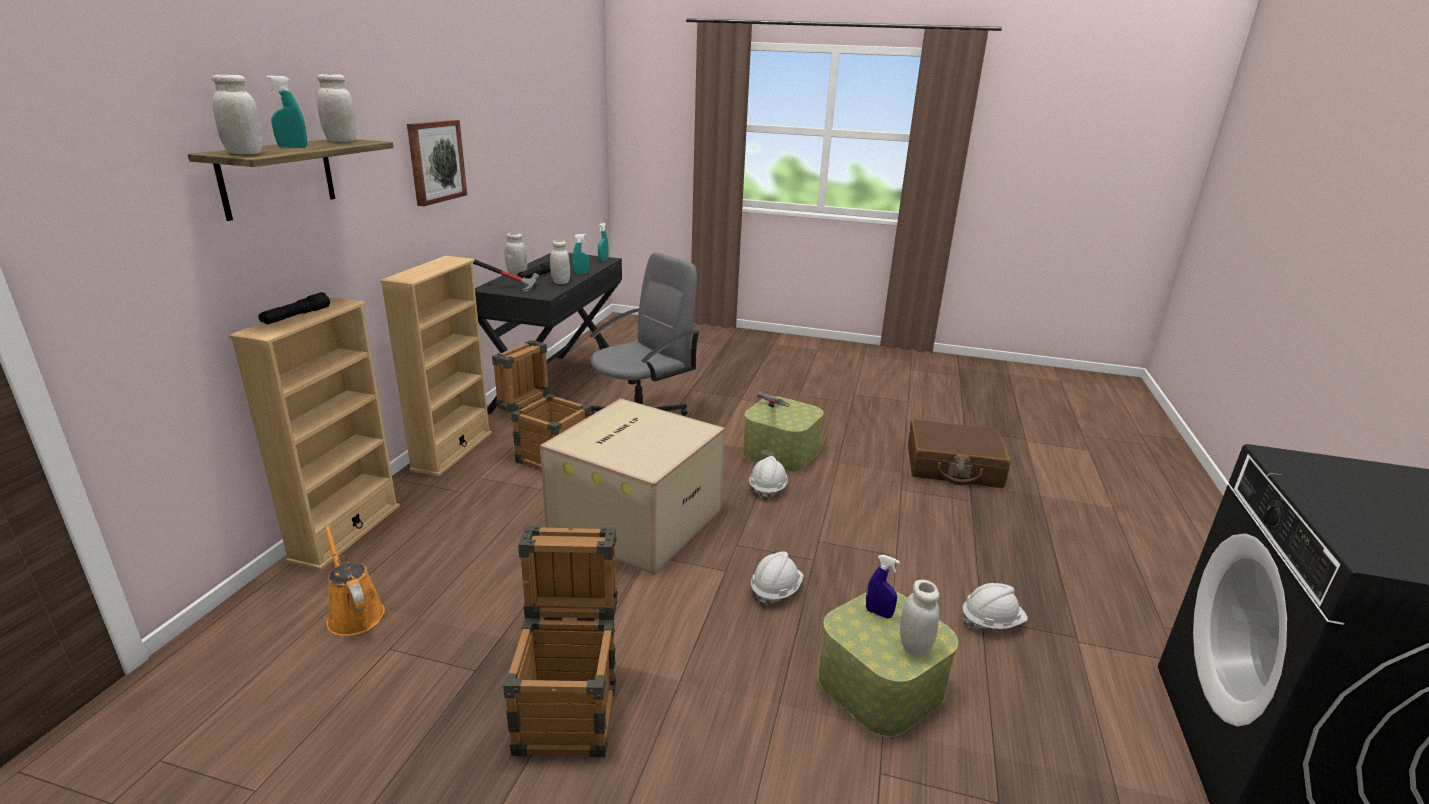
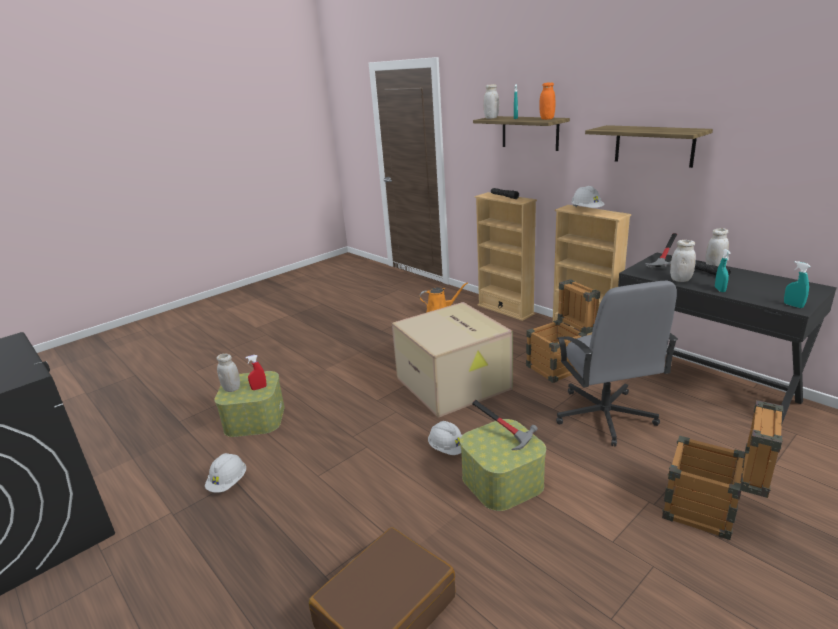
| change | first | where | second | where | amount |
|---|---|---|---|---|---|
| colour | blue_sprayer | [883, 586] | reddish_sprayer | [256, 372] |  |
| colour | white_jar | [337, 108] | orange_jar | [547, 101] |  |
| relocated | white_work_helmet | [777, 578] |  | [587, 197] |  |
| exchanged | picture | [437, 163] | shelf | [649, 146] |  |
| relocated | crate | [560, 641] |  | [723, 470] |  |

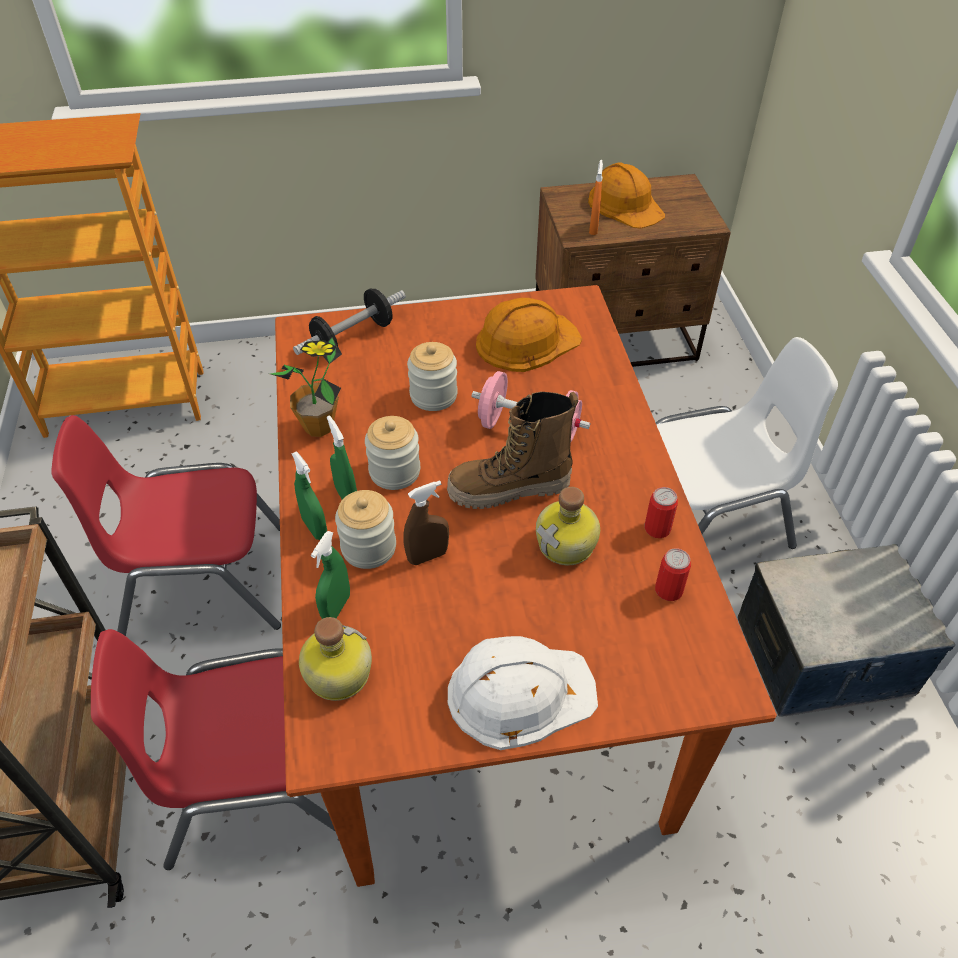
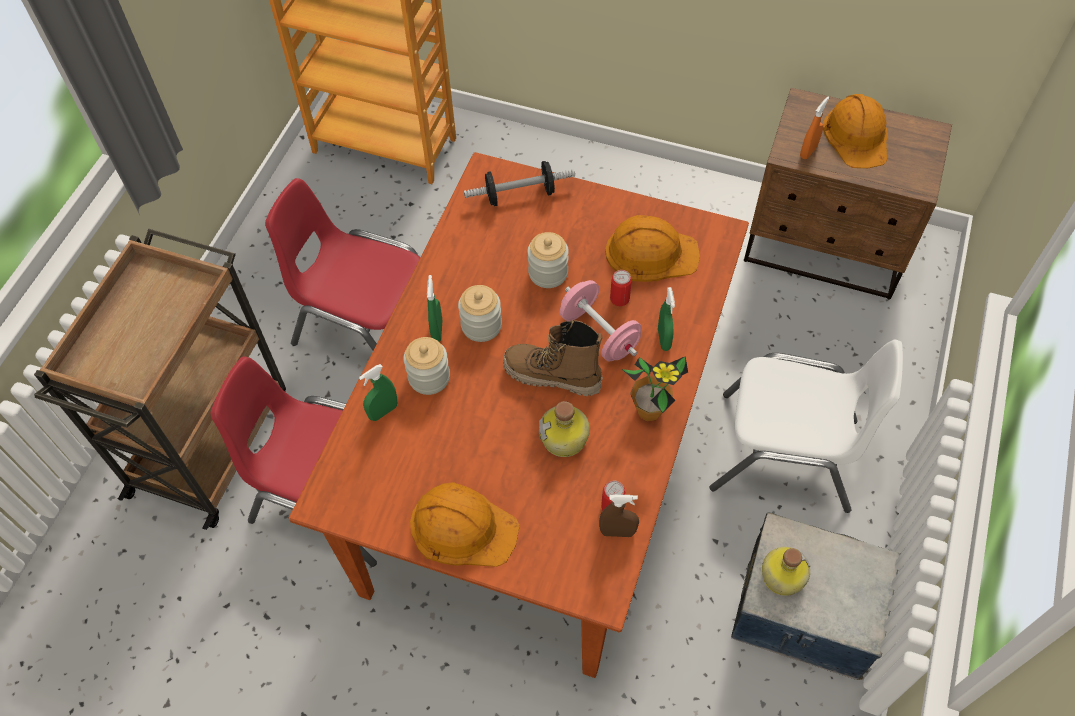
| change | first | where | second | where | amount |
|---|---|---|---|---|---|
| colour | white_work_helmet | [523, 693] | orange_work_helmet | [465, 524] |  |
| relocated | brown_sprayer | [426, 522] |  | [619, 516] |  |
| relocated | sealed_can | [661, 512] |  | [621, 288] |  |
| relocated | potted_plant | [306, 387] |  | [655, 388] |  |
| relocated | greenish_sprayer | [309, 495] |  | [666, 319] |  |
| relocated | beverage_bottle | [335, 659] |  | [786, 571] |  |

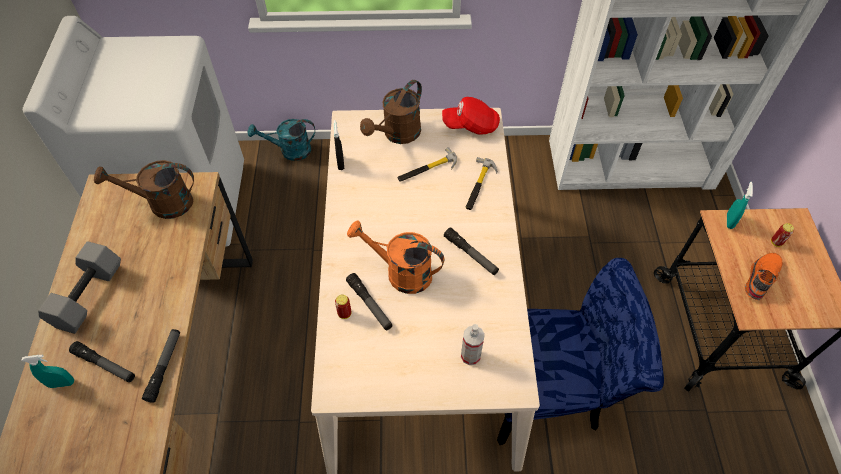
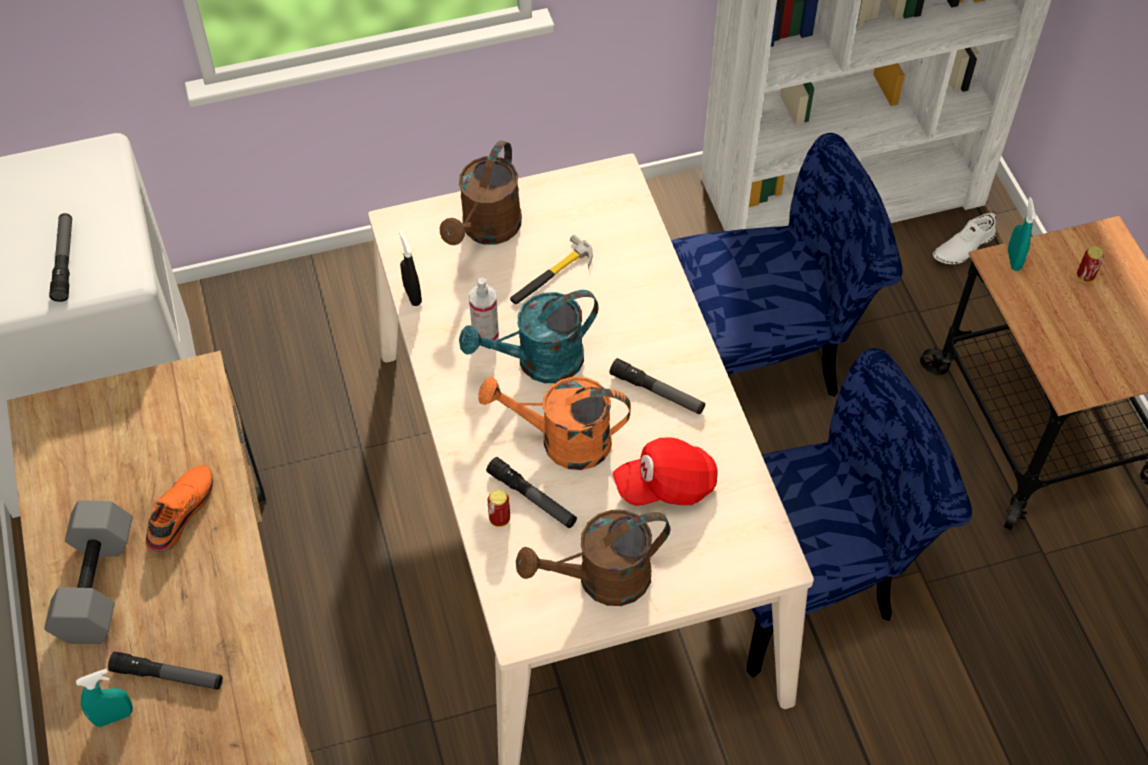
| change | first | where | second | where | amount |
|---|---|---|---|---|---|
| relocated | hand_torch | [161, 366] |  | [60, 257] |  |
| relocated | orange_shoe | [763, 276] |  | [179, 509] |  |
| relocated | blue-green_watering_can | [281, 140] |  | [529, 336] |  |
| relocated | sprayer | [473, 344] |  | [484, 309] |  |
| relocated | brown_watering_can | [144, 189] |  | [593, 558] |  |
| relocated | reddish_peaked_cap | [471, 116] |  | [665, 471] |  |
| appeared |  |  | blue_upright_chair | [786, 265] |  |
| appeared |  |  | white_shoe | [964, 237] |  |
| missing | hand_hammer | [481, 183] |  |  |  |

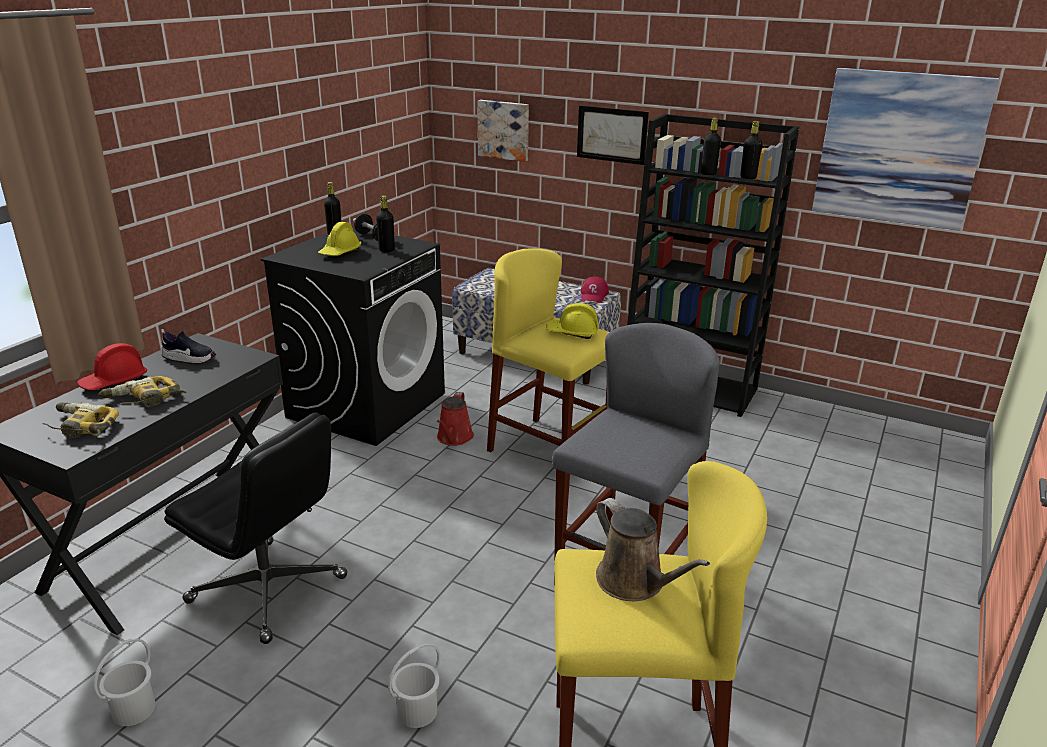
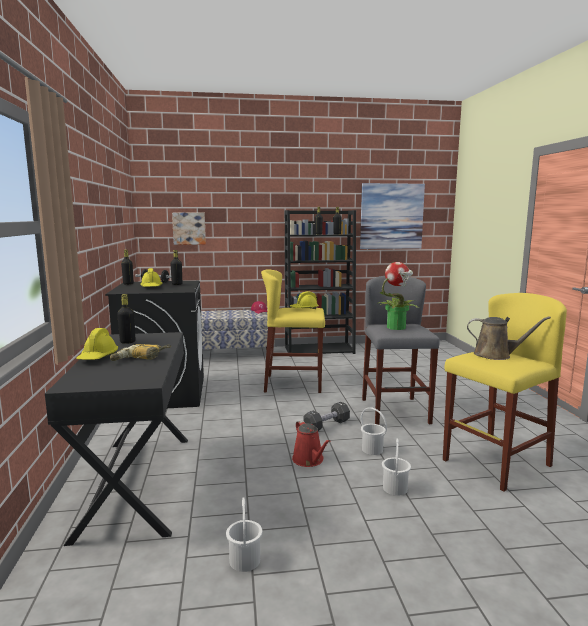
| change | first | where | second | where | amount |
|---|---|---|---|---|---|
| colour | reddish_work_helmet | [112, 366] | yellowish_work_helmet | [97, 344] |  |
| exchanged | shoe | [188, 346] | black_beverage_bottle | [126, 319] |  |
| relocated | reddish_watering_can | [455, 419] |  | [311, 443] |  |
| appeared |  |  | black_hand_weight | [326, 416] |  |
| appeared |  |  | white_water_bucket | [373, 431] |  |
| appeared |  |  | potted_plant | [398, 296] |  |
| missing | power_drill | [80, 420] |  |  |  |
| missing | black_office_chair | [255, 528] |  |  |  |
| missing | picture | [613, 135] |  |  |  |

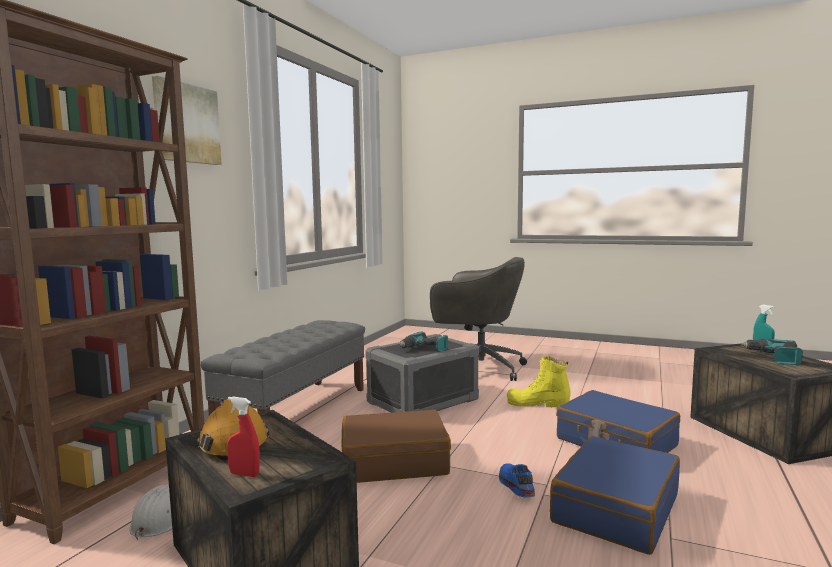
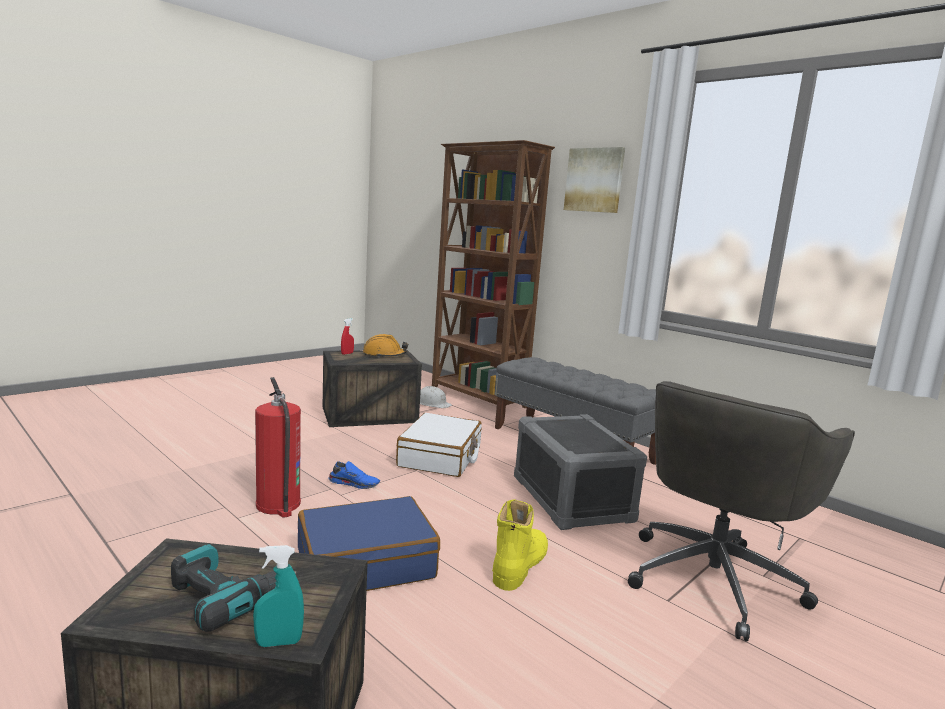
| change | first | where | second | where | amount |
|---|---|---|---|---|---|
| exchanged | blue_suitcase | [615, 495] | fire_extinguisher | [278, 447] |  |
| colour | brown_suitcase | [396, 446] | white_suitcase | [439, 445] |  |
| missing | power_drill | [424, 341] |  |  |  |

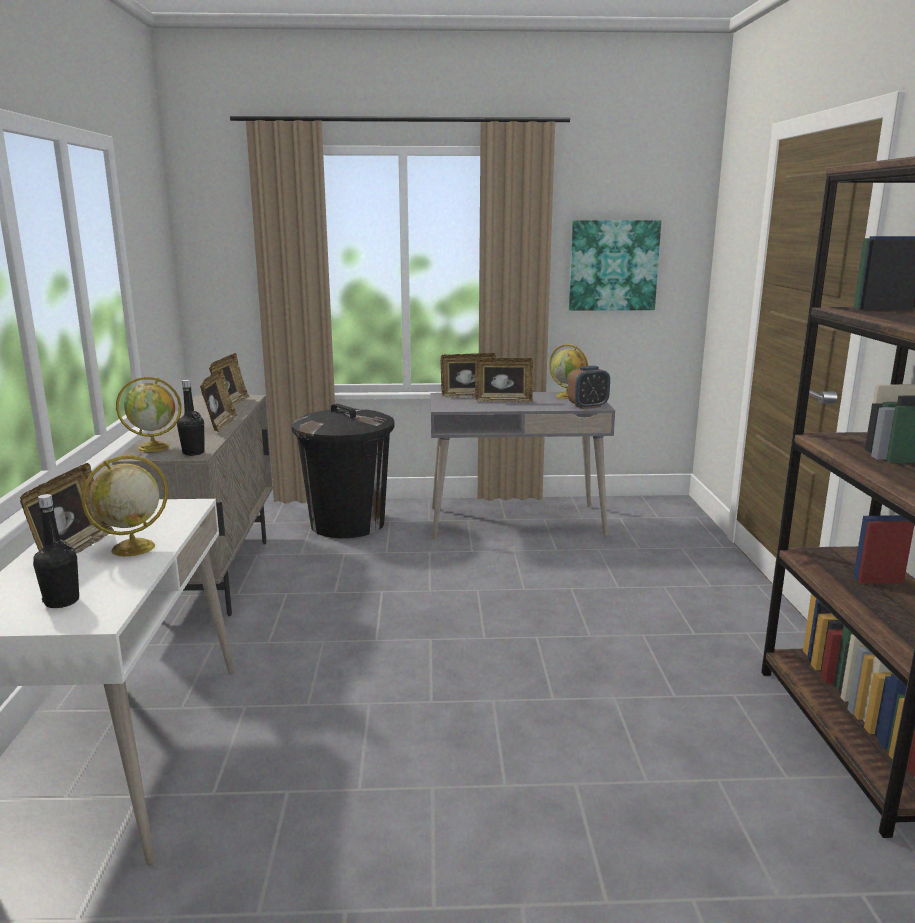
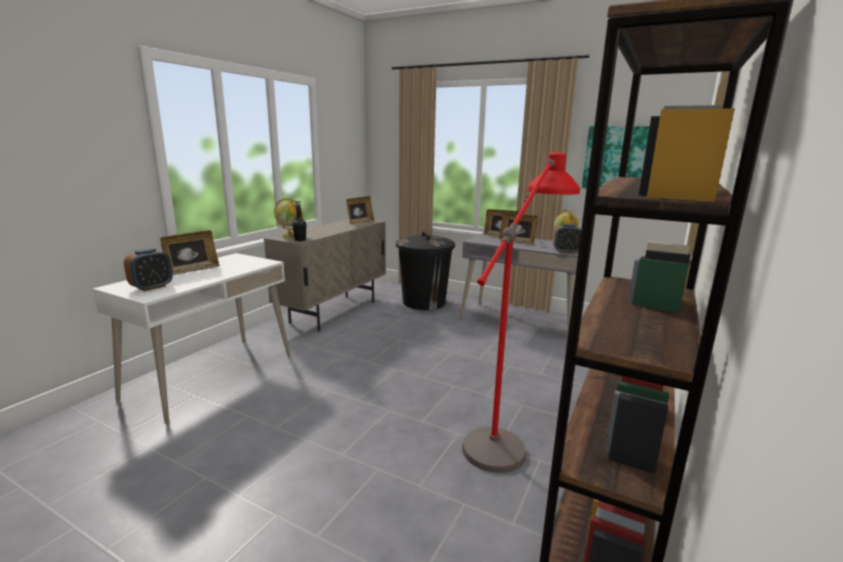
| change | first | where | second | where | amount |
|---|---|---|---|---|---|
| exchanged | black_beverage_bottle | [56, 551] | bedside_clock | [148, 269] |  |
| appeared |  |  | reddish_standard_lamp | [521, 312] |  |
| missing | world_globe | [125, 505] |  |  |  |
| missing | picture_frame | [219, 400] |  |  |  |

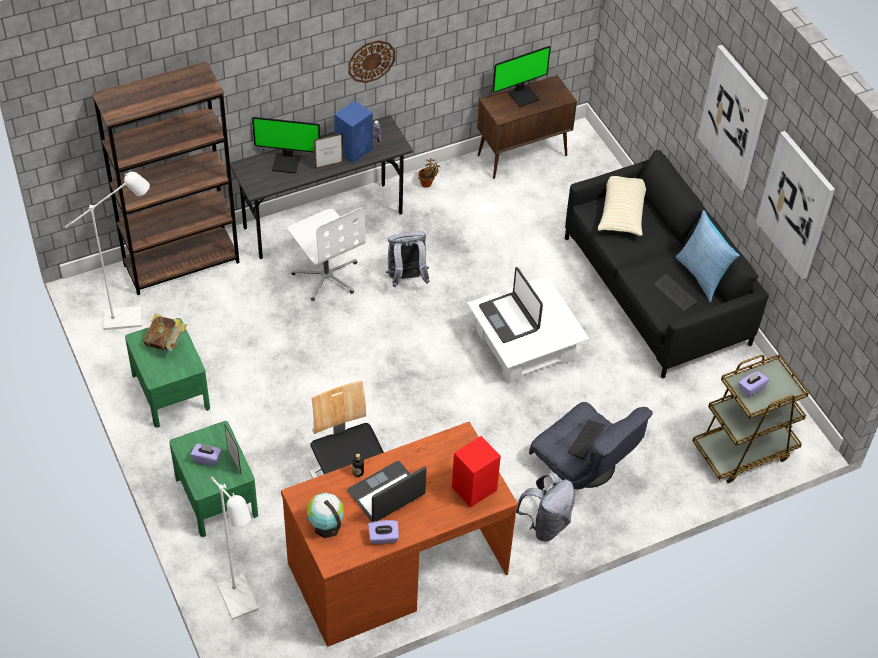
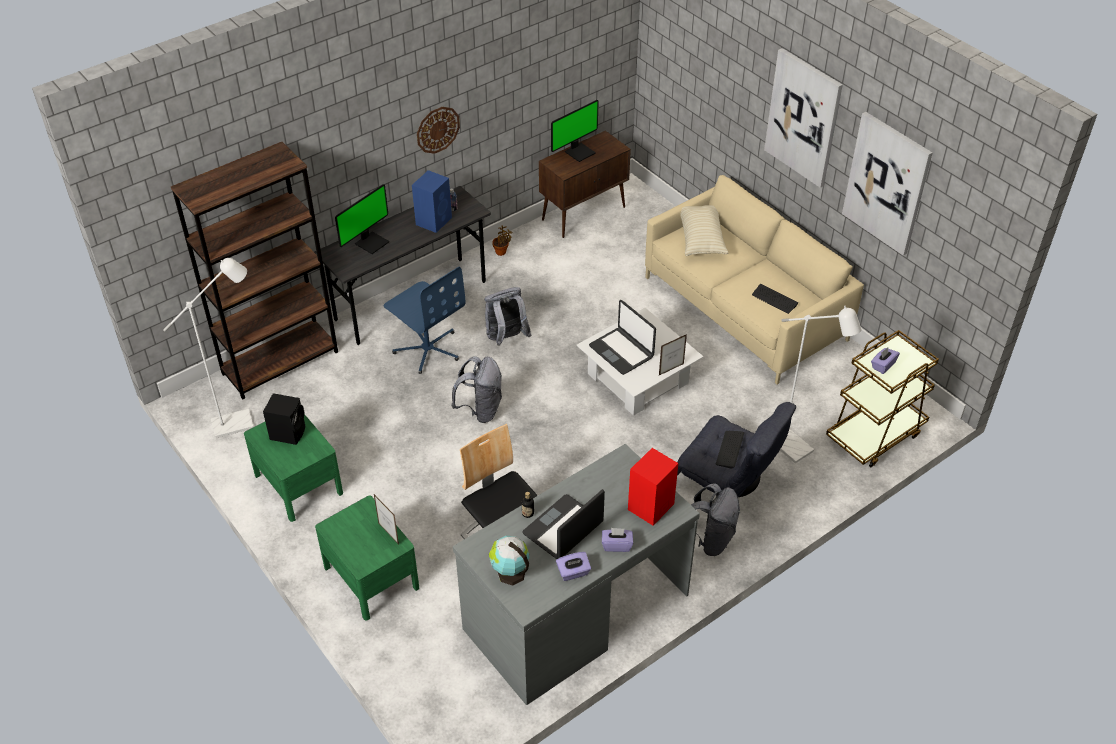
| change | first | where | second | where | amount |
|---|---|---|---|---|---|
| exchanged | book | [165, 333] | black_audio_speaker | [284, 419] |  |
| spun | computer_display | [286, 145] |  | [362, 219] | 45 degrees counterclockwise |
| colour | white_office_chair | [326, 254] | blue_office_chair | [424, 320] |  |
| appeared |  |  | greyish_rucksack | [476, 389] |  |
| colour | brown_desk_unit | [399, 534] | greyish_desk_unit | [576, 574] |  |
| relocated | purplish_tissue_holder | [206, 455] |  | [617, 540] |  |
| colour | black_settee | [667, 264] | sand-coloured_settee | [754, 280] |  |
| relocated | picture_frame | [328, 151] |  | [673, 354] |  |
| relocated | white_standard_lamp | [234, 548] |  | [821, 384] |  |
| missing | throw_pillow | [707, 256] |  |  |  |

